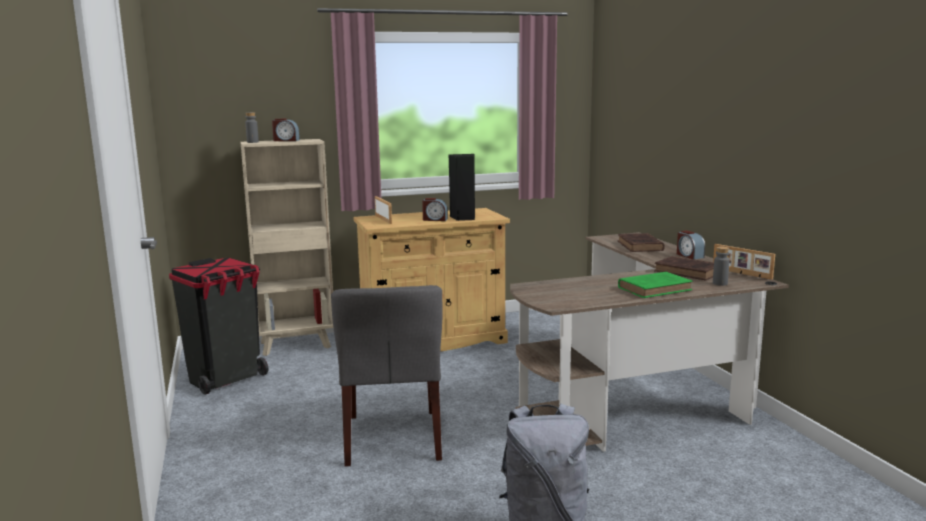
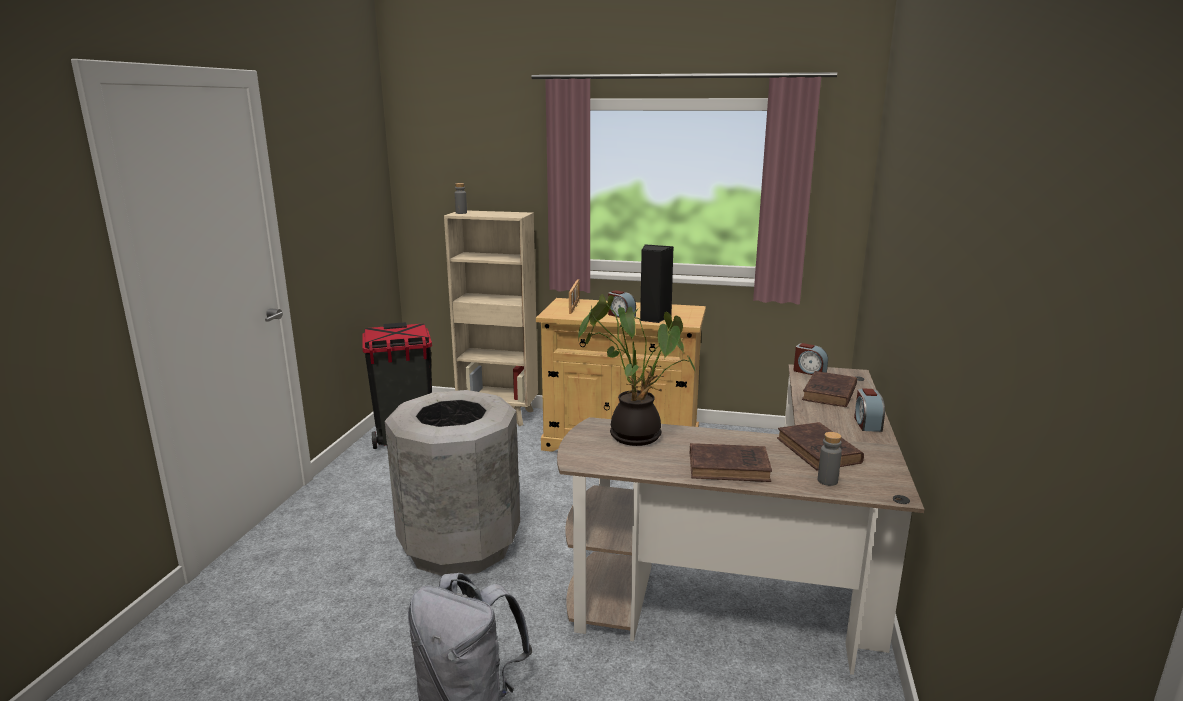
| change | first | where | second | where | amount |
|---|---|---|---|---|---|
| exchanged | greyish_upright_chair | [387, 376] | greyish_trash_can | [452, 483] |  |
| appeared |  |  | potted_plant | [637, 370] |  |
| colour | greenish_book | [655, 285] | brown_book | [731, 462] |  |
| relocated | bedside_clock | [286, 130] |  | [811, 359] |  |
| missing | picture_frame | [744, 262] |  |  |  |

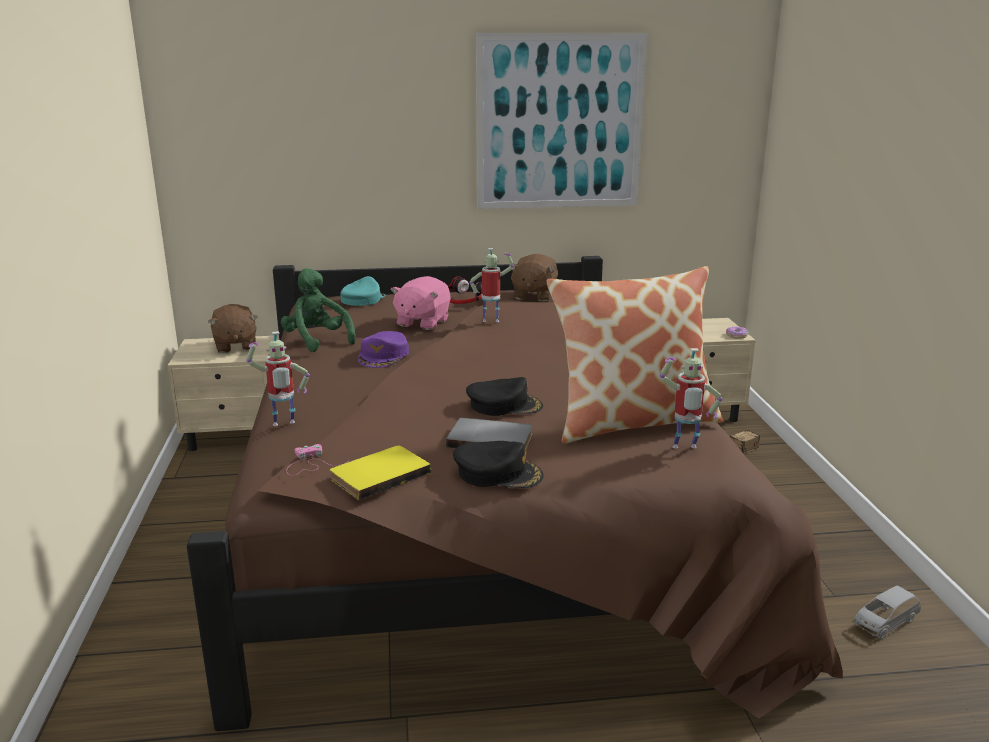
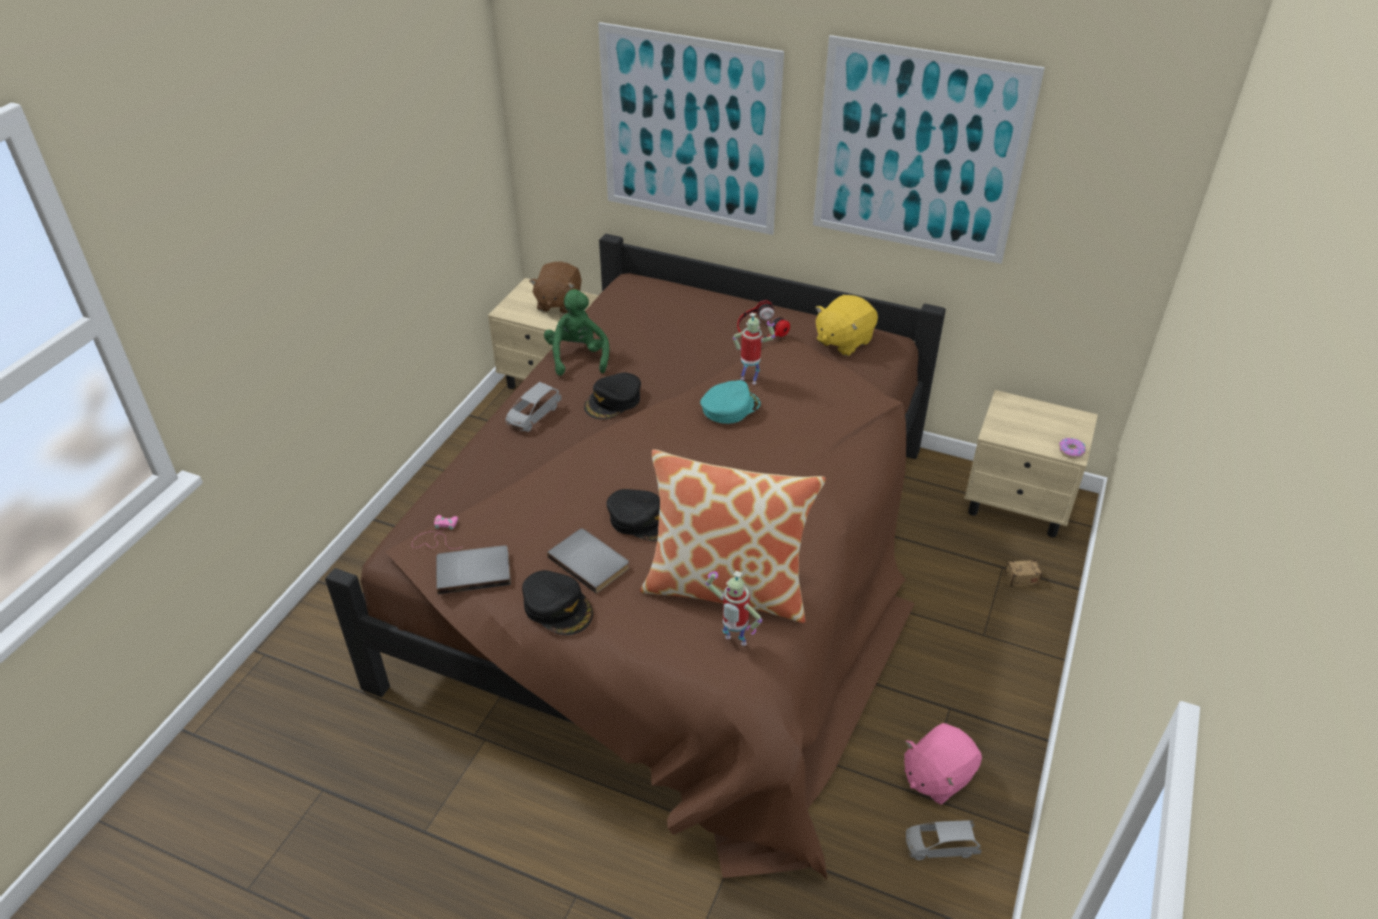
| change | first | where | second | where | amount |
|---|---|---|---|---|---|
| colour | yellowish_book | [380, 473] | greyish_book | [473, 569] |  |
| appeared |  |  | greyish_model_car | [533, 407] |  |
| colour | purplish_peaked_cap | [383, 349] | black_peaked_cap | [612, 396] |  |
| appeared |  |  | picture | [691, 128] |  |
| relocated | blue-green_peaked_cap | [363, 291] |  | [730, 402] |  |
| colour | brown_soft_toy | [533, 277] | yellowish_soft_toy | [846, 325] |  |
| relocated | pink_soft_toy | [420, 303] |  | [943, 764] |  |
| missing | robot_figure | [278, 378] |  |  |  |

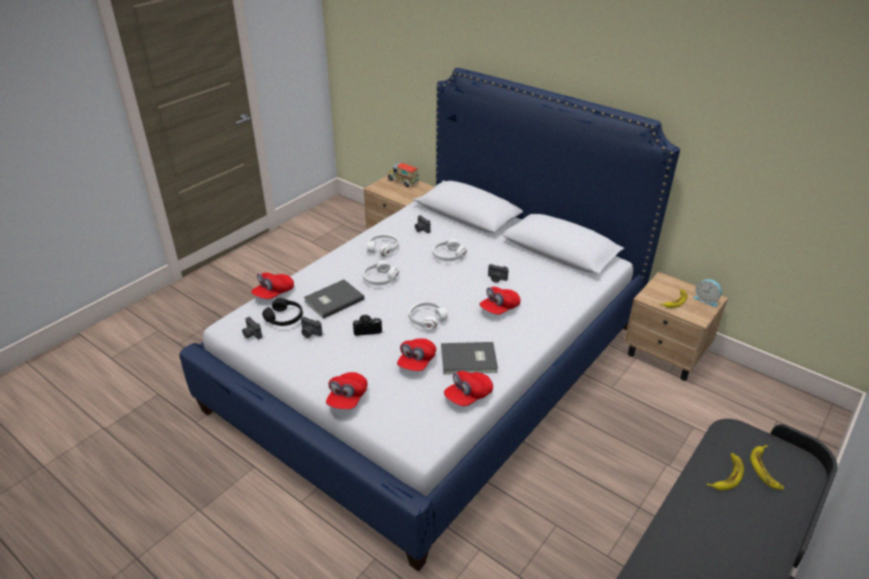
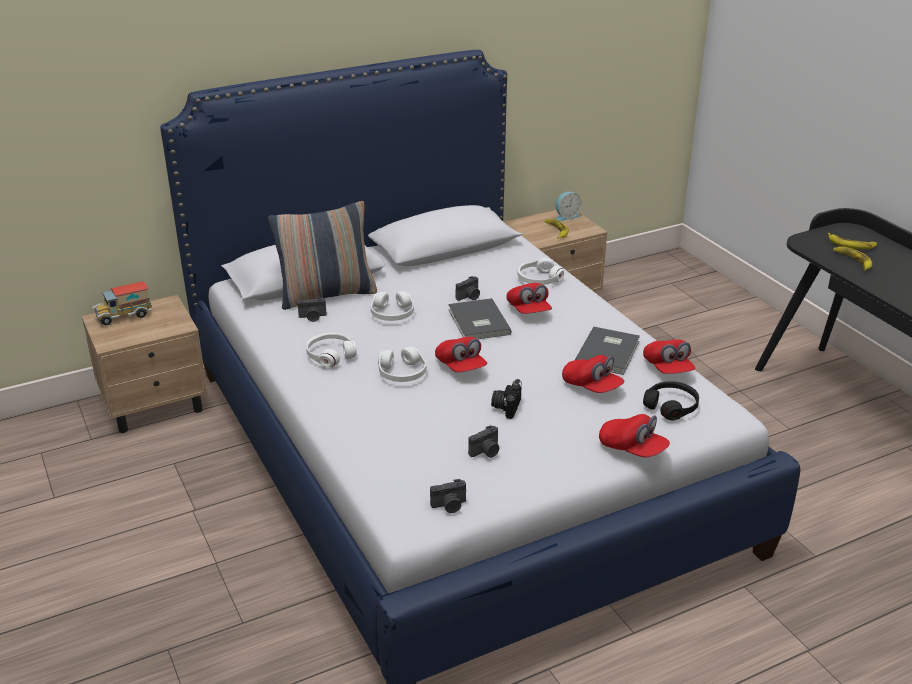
| change | first | where | second | where | amount |
|---|---|---|---|---|---|
| appeared |  |  | throw_pillow | [322, 255] |  |
| relocated | reddish_peaked_cap | [272, 285] |  | [461, 354] |  |
| relocated | greyish_book | [334, 299] |  | [479, 318] |  |
| relocated | white_headphones | [428, 315] |  | [541, 271] |  |
| relocated | black_headphones | [282, 312] |  | [671, 400] |  |

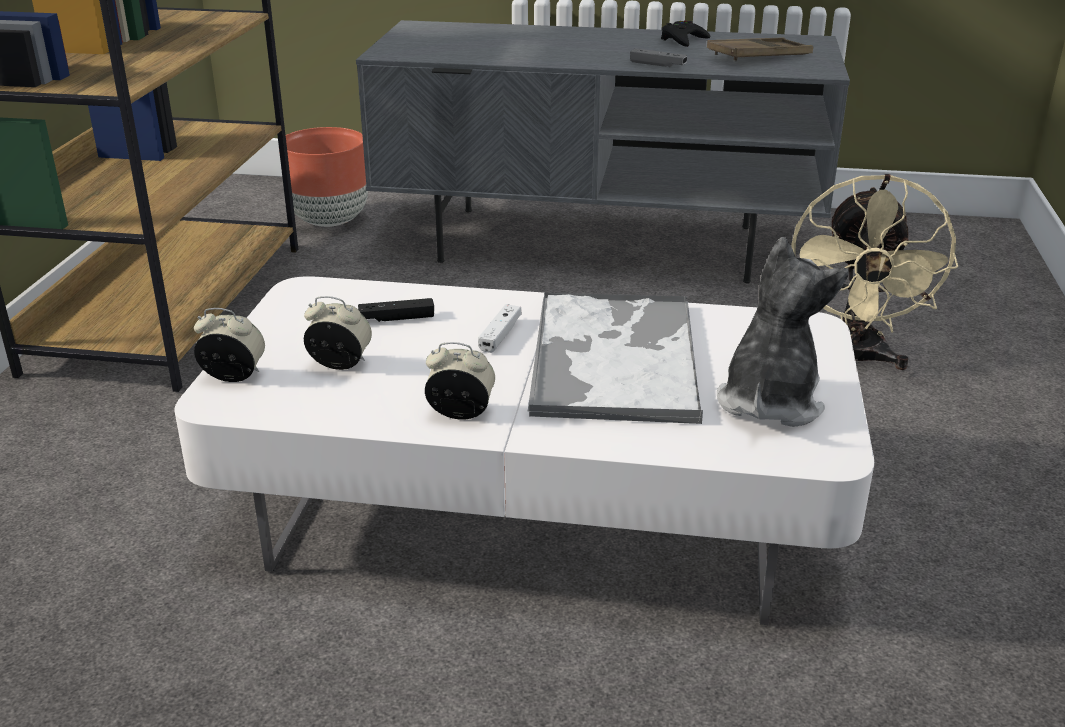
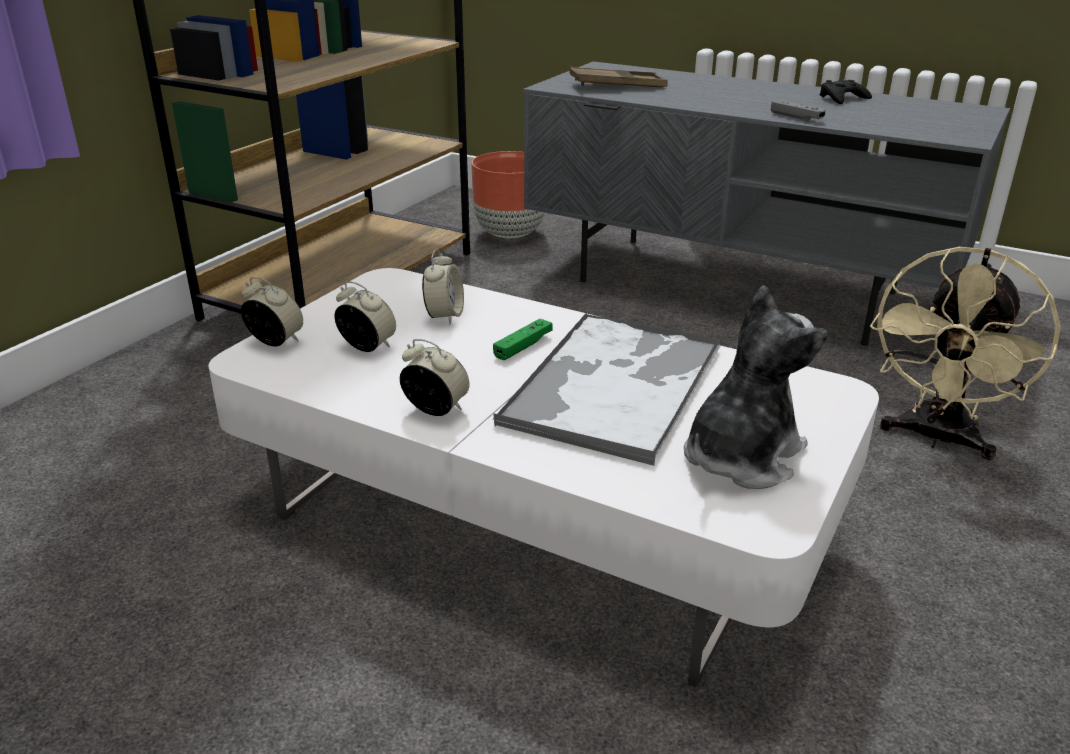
| change | first | where | second | where | amount |
|---|---|---|---|---|---|
| exchanged | black_joypad | [396, 310] | bedside_clock | [443, 287] |  |
| colour | white_joypad | [500, 328] | greenish_joypad | [523, 339] |  |
| relocated | brown_tray | [760, 49] |  | [619, 77] |  |

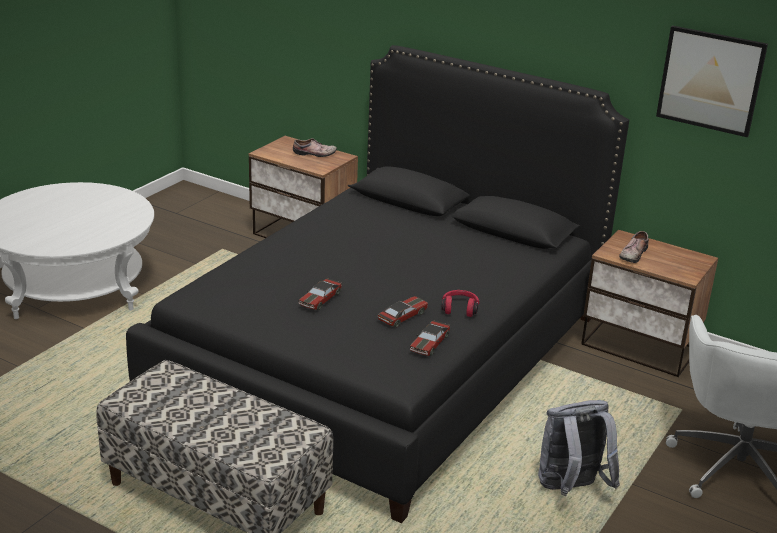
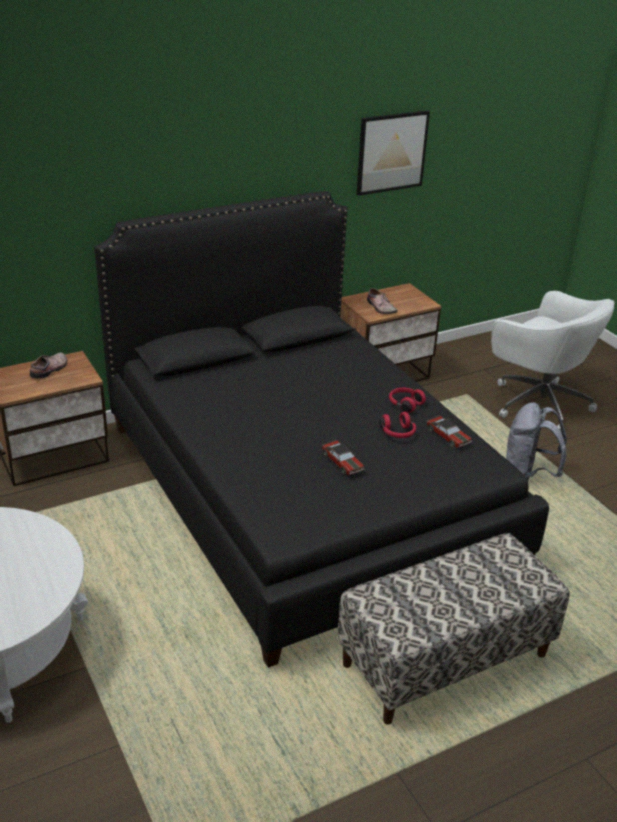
| change | first | where | second | where | amount |
|---|---|---|---|---|---|
| exchanged | model_car | [402, 311] | reddish_headphones | [397, 425] |  |

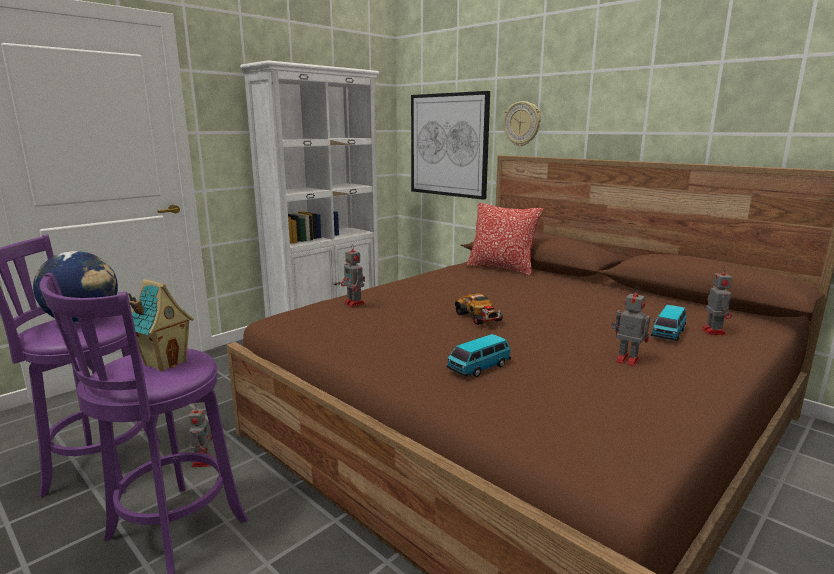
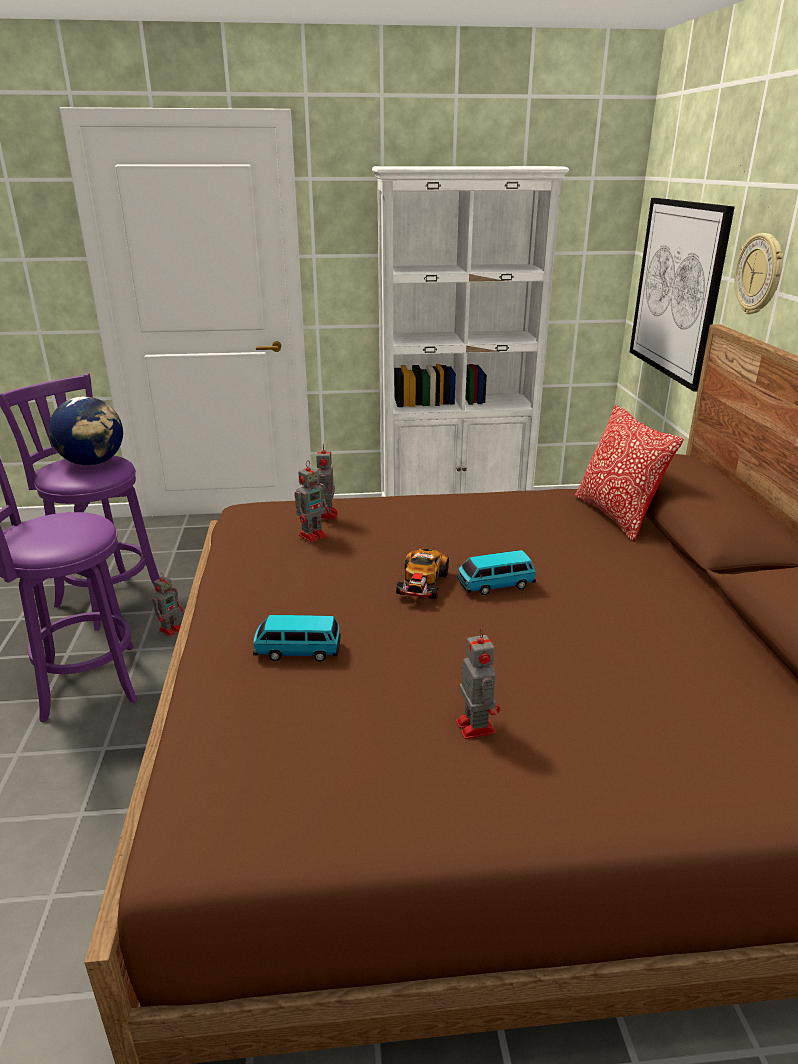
| change | first | where | second | where | amount |
|---|---|---|---|---|---|
| relocated | robot_figure | [716, 301] |  | [312, 501] |  |
| relocated | model_car | [668, 323] |  | [496, 572] |  |
| missing | model_house | [161, 325] |  |  |  |

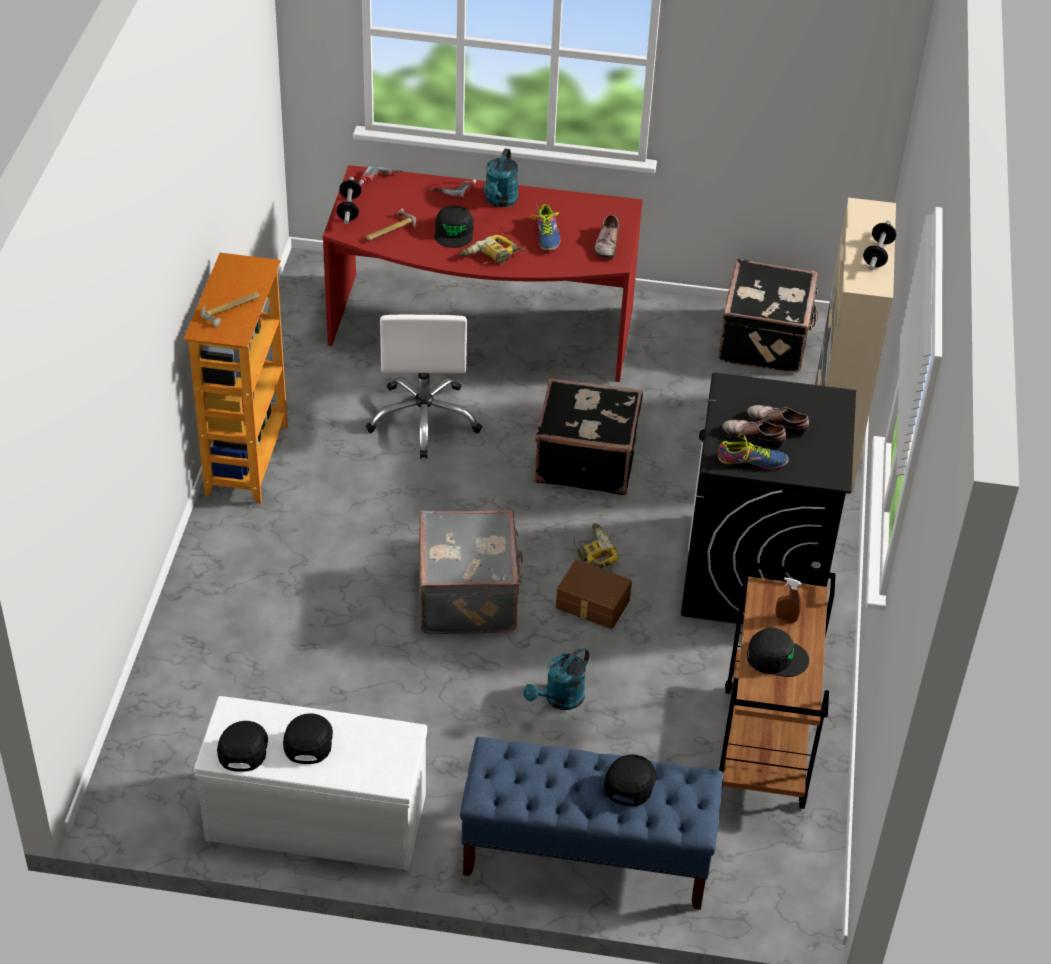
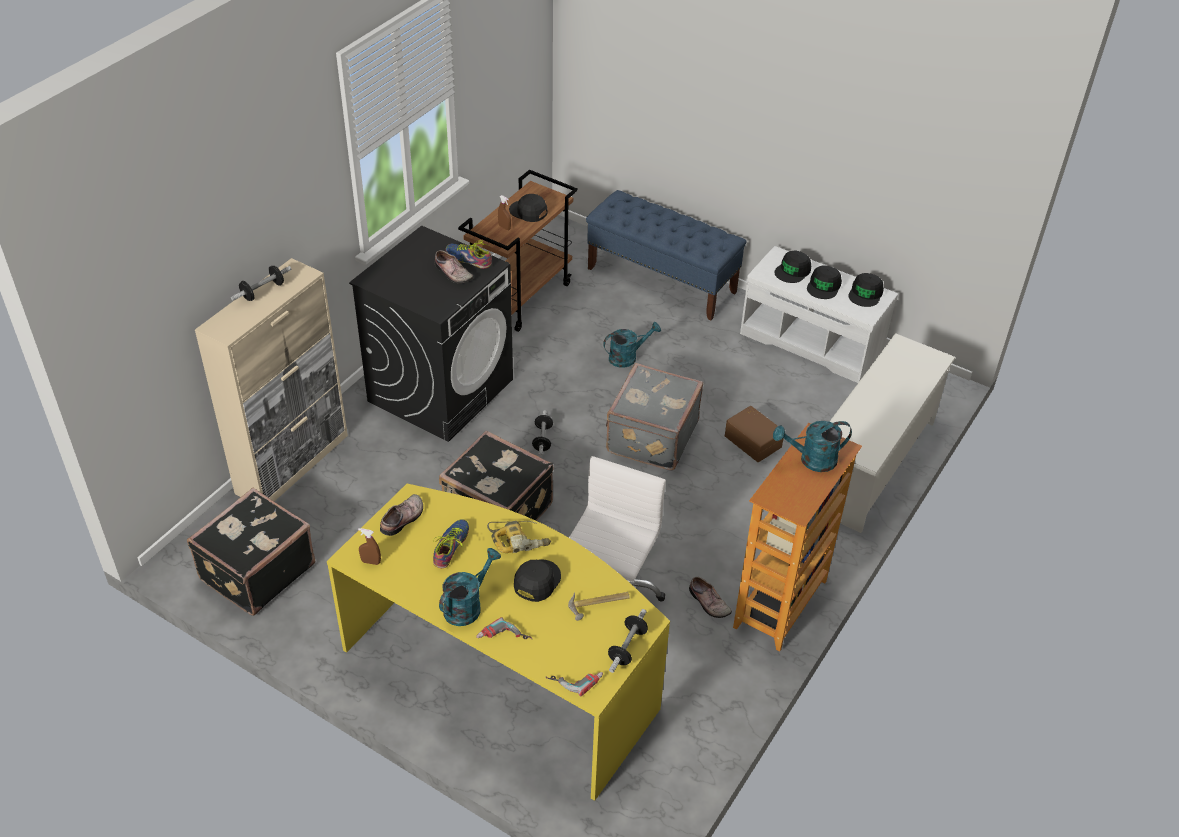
| change | first | where | second | where | amount |
|---|---|---|---|---|---|
| colour | reddish_desk_unit | [483, 273] | yellowish_desk_unit | [498, 642] |  |
| appeared |  |  | brown_sprayer | [369, 546] |  |
| exchanged | power_drill | [596, 546] | hand_weight | [542, 433] |  |
| relocated | shoe | [777, 420] |  | [710, 597] |  |
| relocated | brown_storage_container | [594, 594] |  | [754, 434] |  |
| exchanged | hand_hammer | [230, 309] | blue-green_watering_can | [812, 446] |  |
| relocated | black_peaked_cap | [630, 780] |  | [793, 267] |  |
| appeared |  |  | white_shoe_stand | [893, 433] |  |

